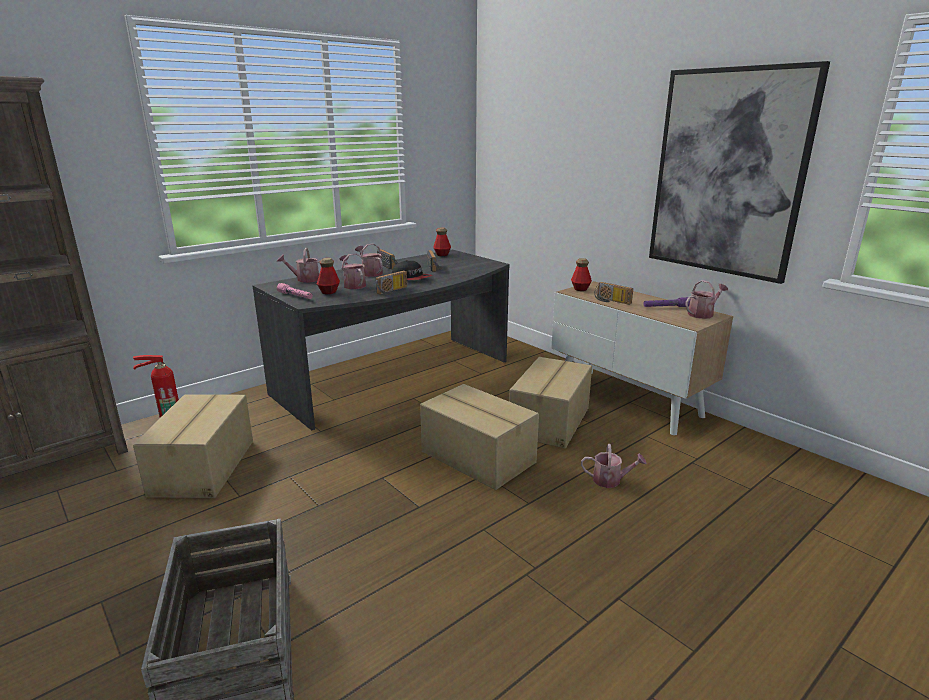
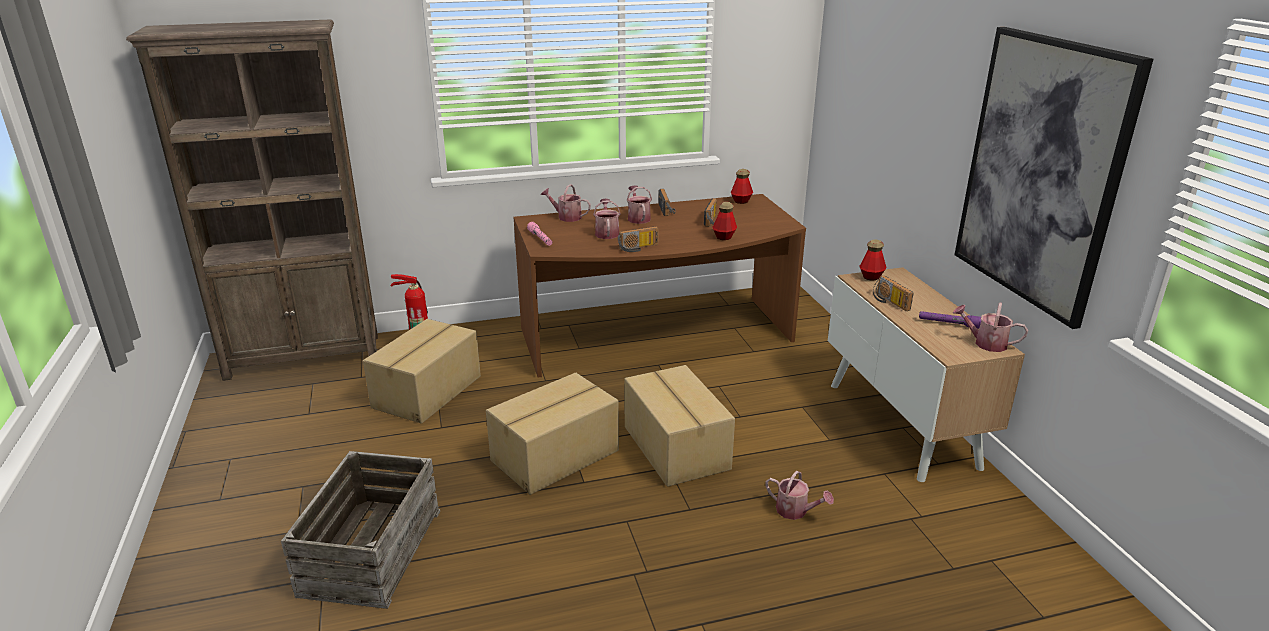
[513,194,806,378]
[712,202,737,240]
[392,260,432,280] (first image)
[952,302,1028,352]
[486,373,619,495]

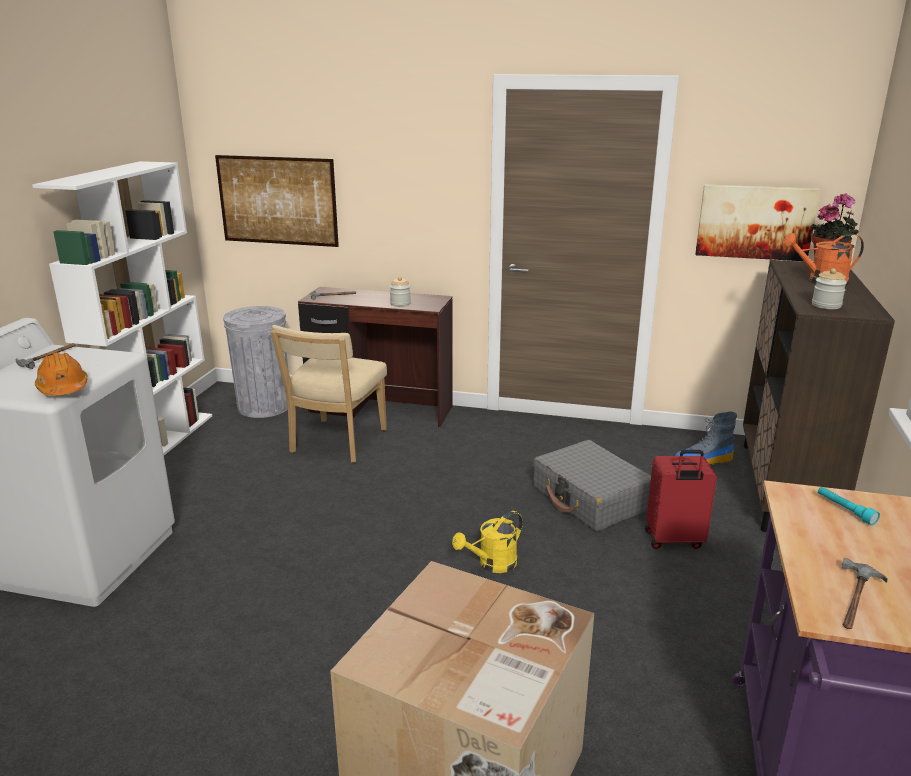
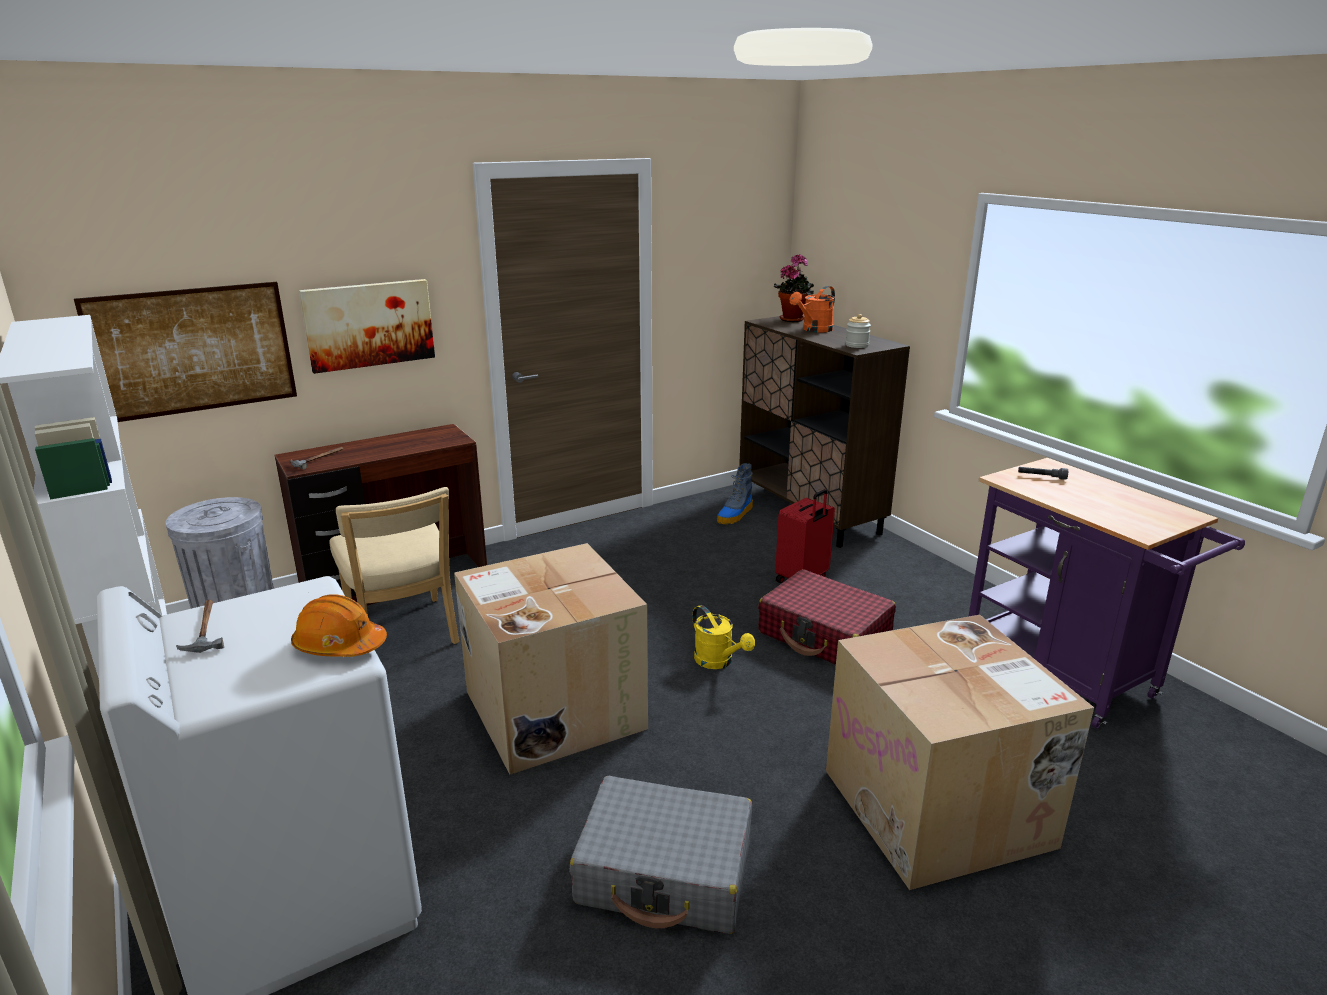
[299,279,435,374]
[390,277,411,307] (first image)
[569,776,752,934]
[1018,467,1068,480]
[692,605,755,669]
[842,558,888,629] (first image)
[454,543,648,774]
[758,569,896,665]

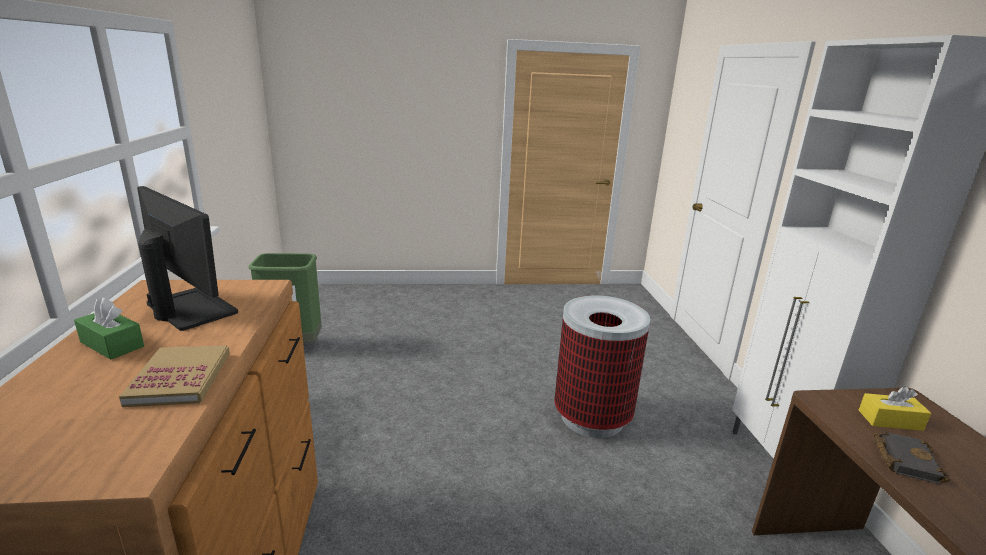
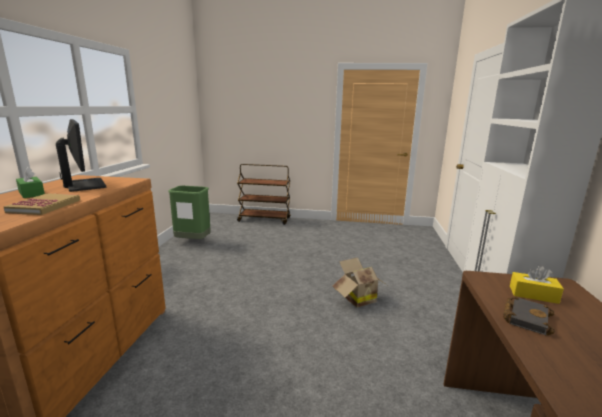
[332,257,387,308]
[237,164,291,225]

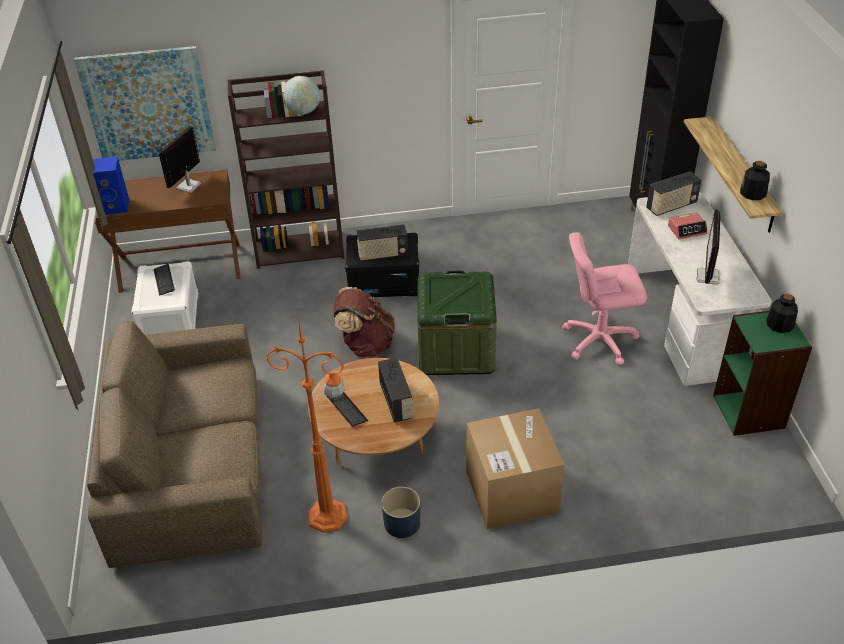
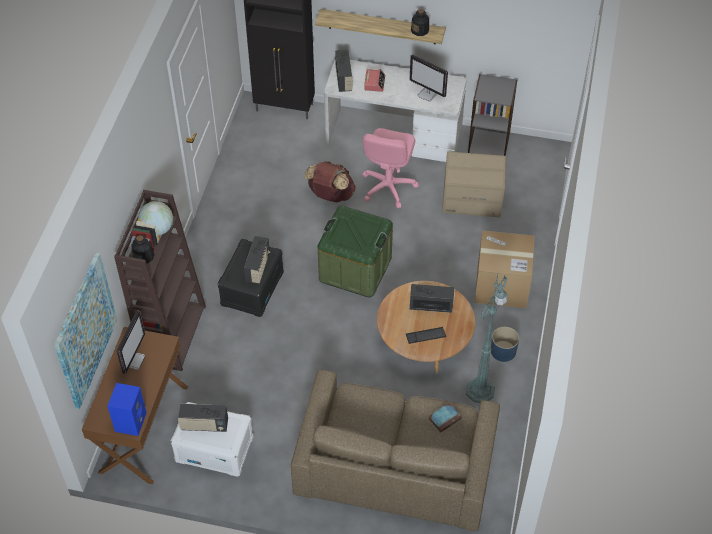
[117,311,145,374]
[178,404,228,432]
[304,161,356,202]
[131,235,155,263]
[468,74,518,156]
[466,274,508,403]
[442,152,506,217]
[428,403,462,433]

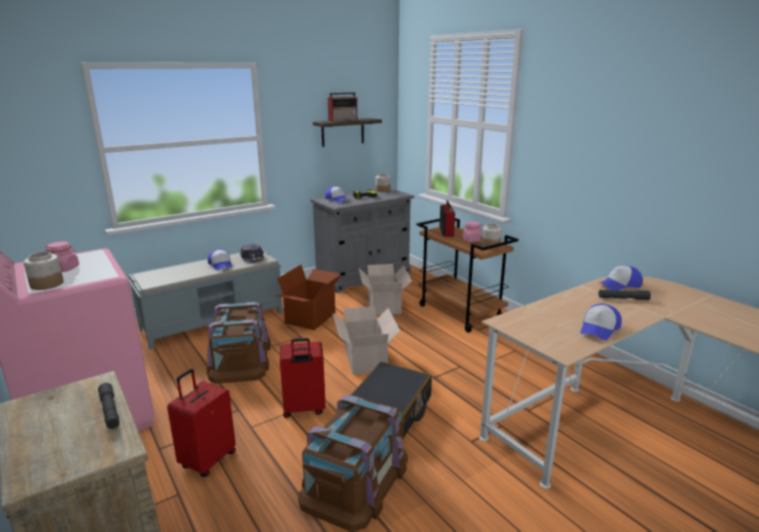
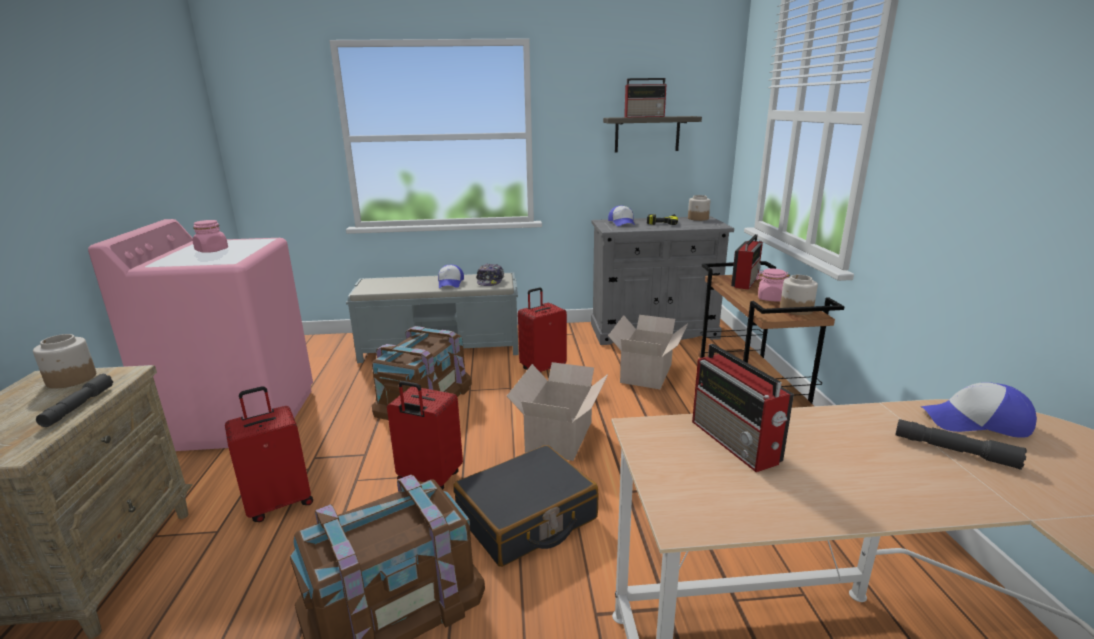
[33,334,96,389]
[518,287,567,374]
[580,304,622,340] (first image)
[692,344,794,472]

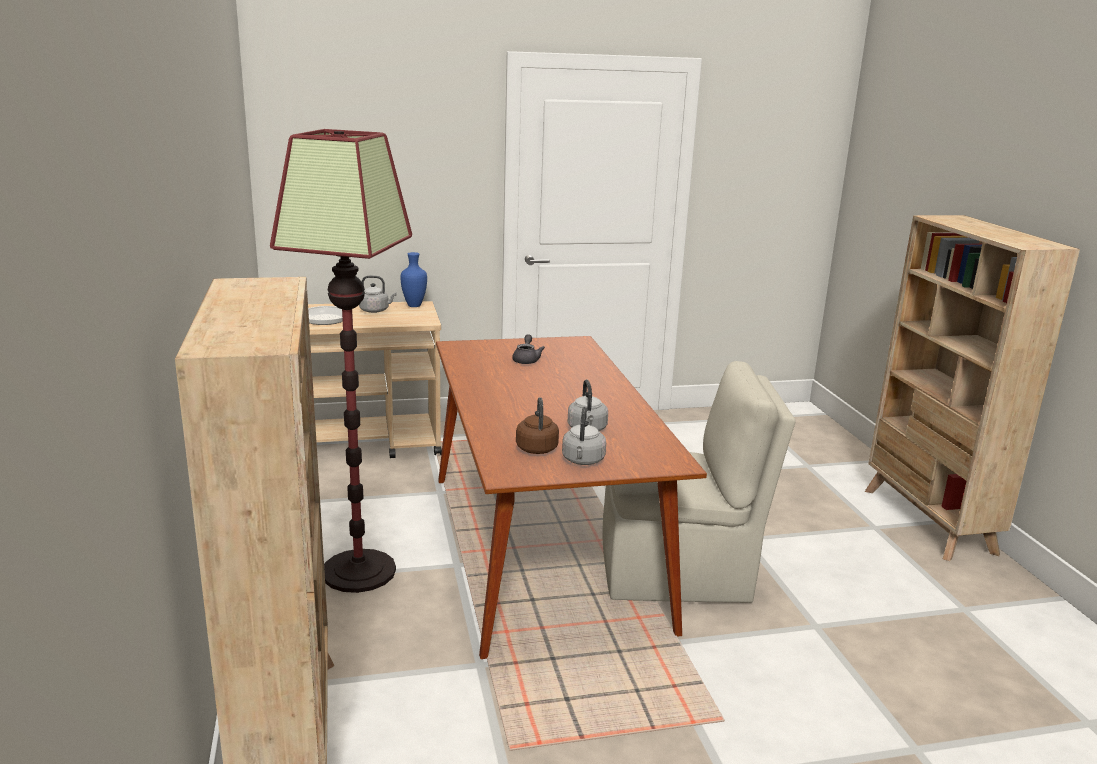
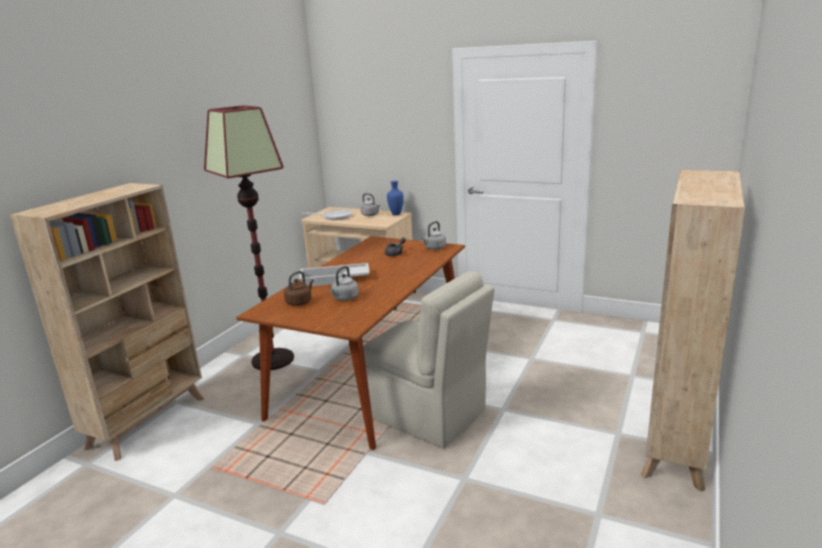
[421,221,446,250]
[299,263,370,286]

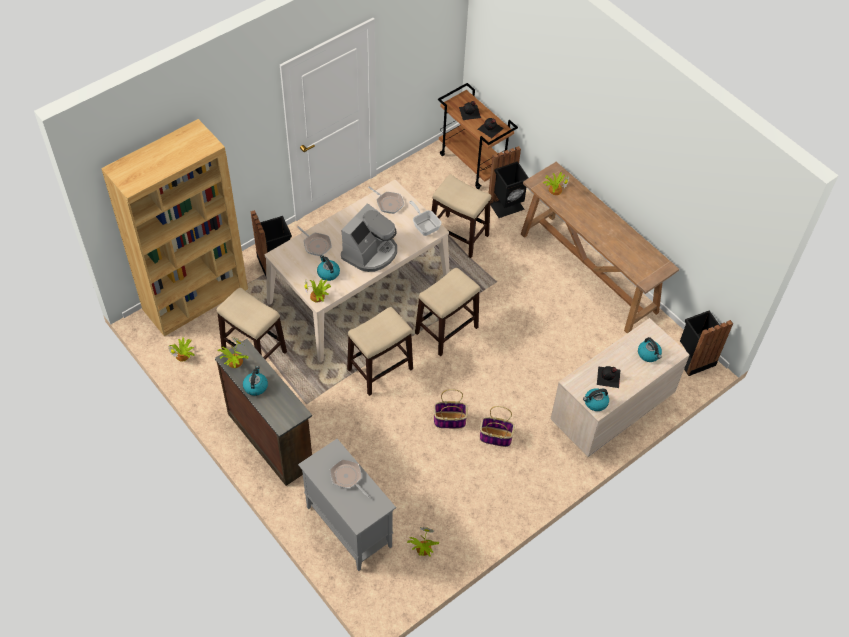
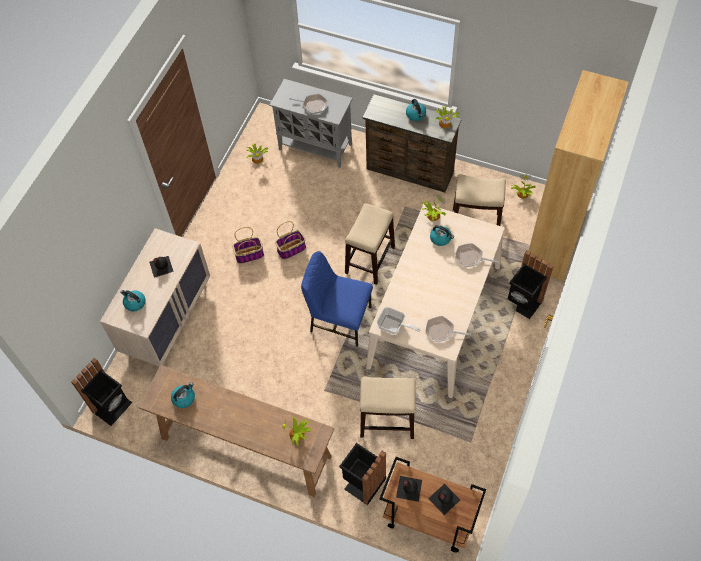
[341,203,397,272] (first image)
[301,251,373,347]
[171,382,195,408]

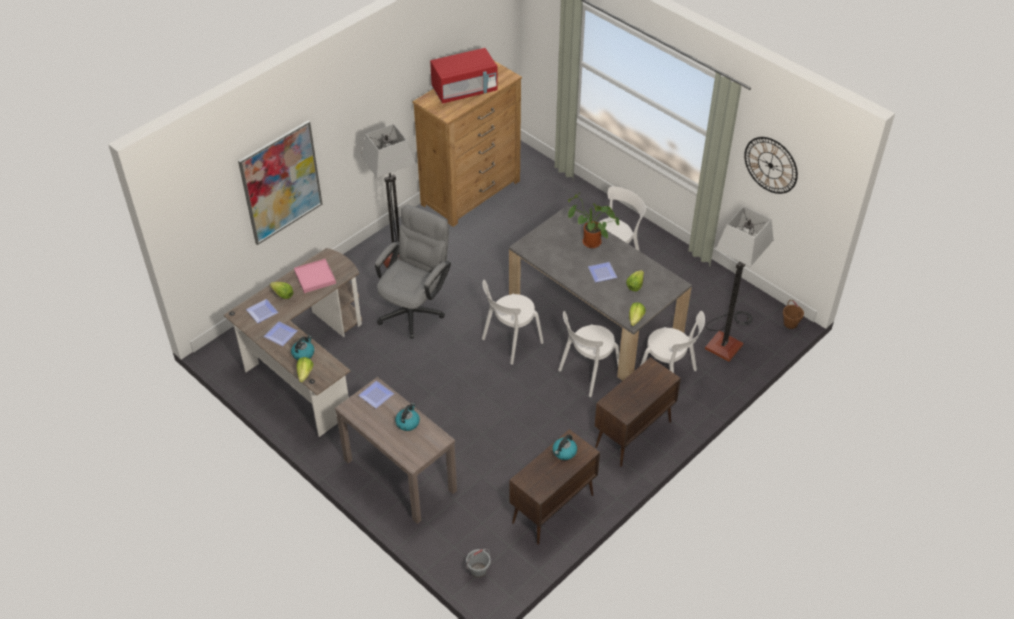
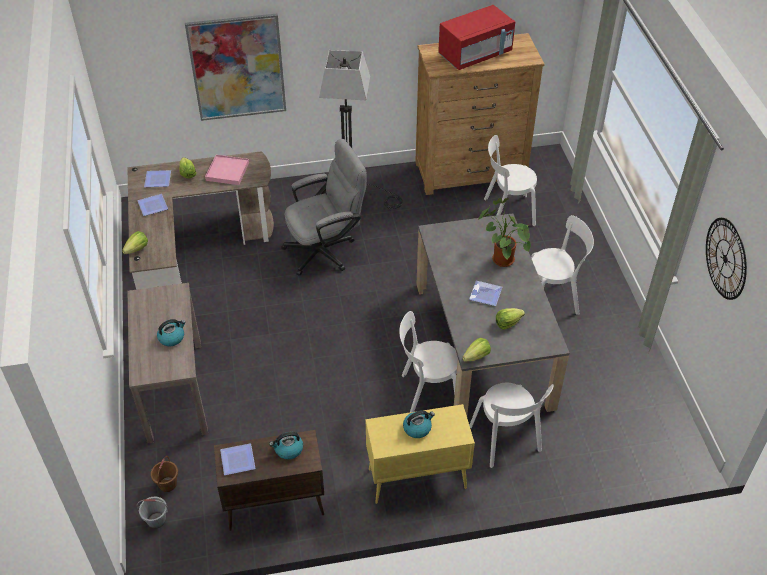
[438,5,515,70]
[705,206,773,362] (first image)
[484,135,537,226]
[151,456,178,492]
[403,410,435,438]
[366,404,475,504]
[220,443,256,475]

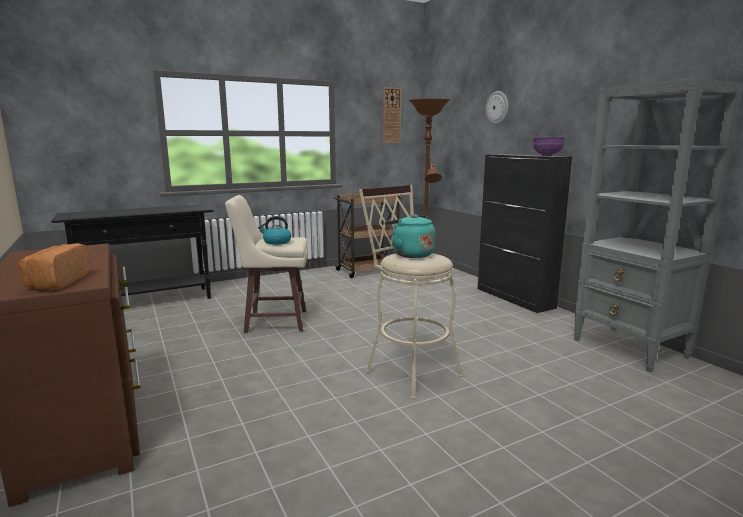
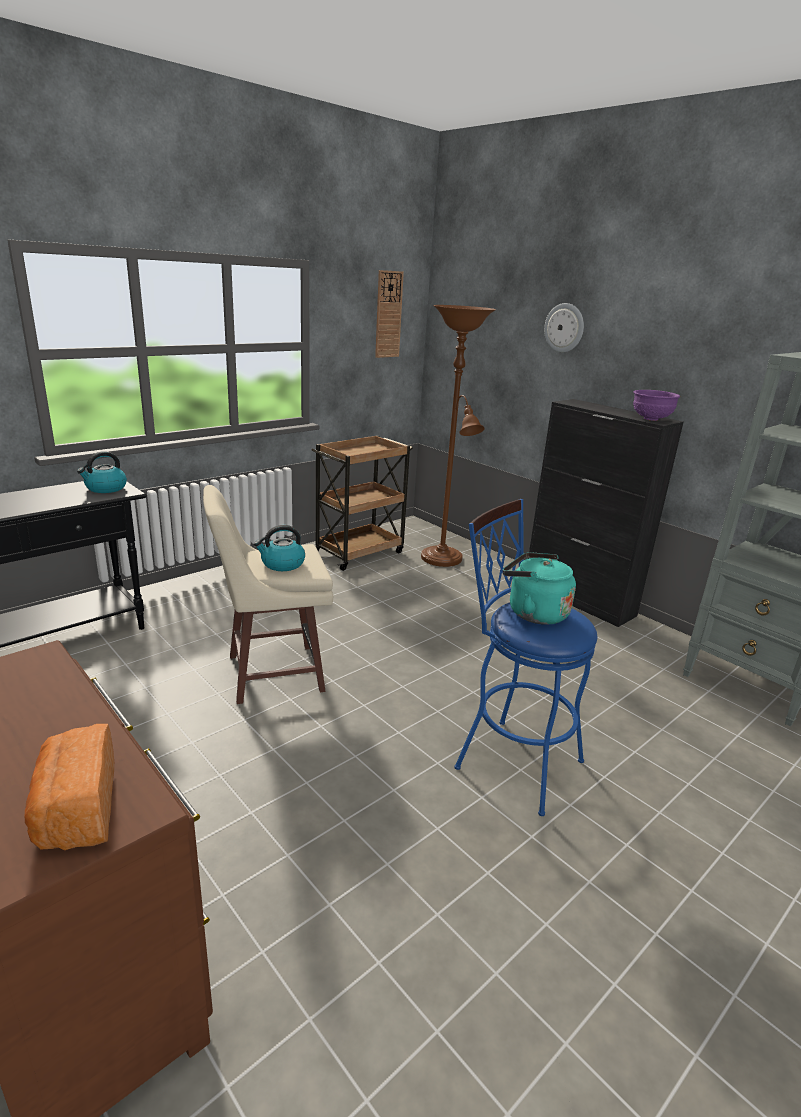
[454,499,597,816]
[77,451,127,493]

